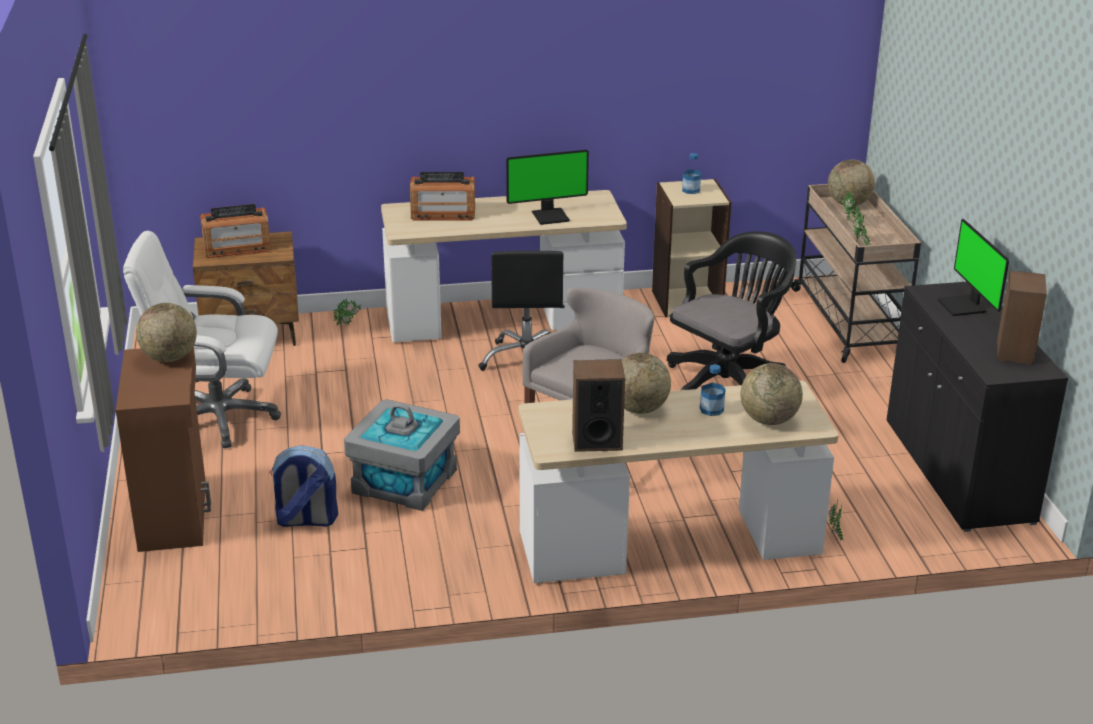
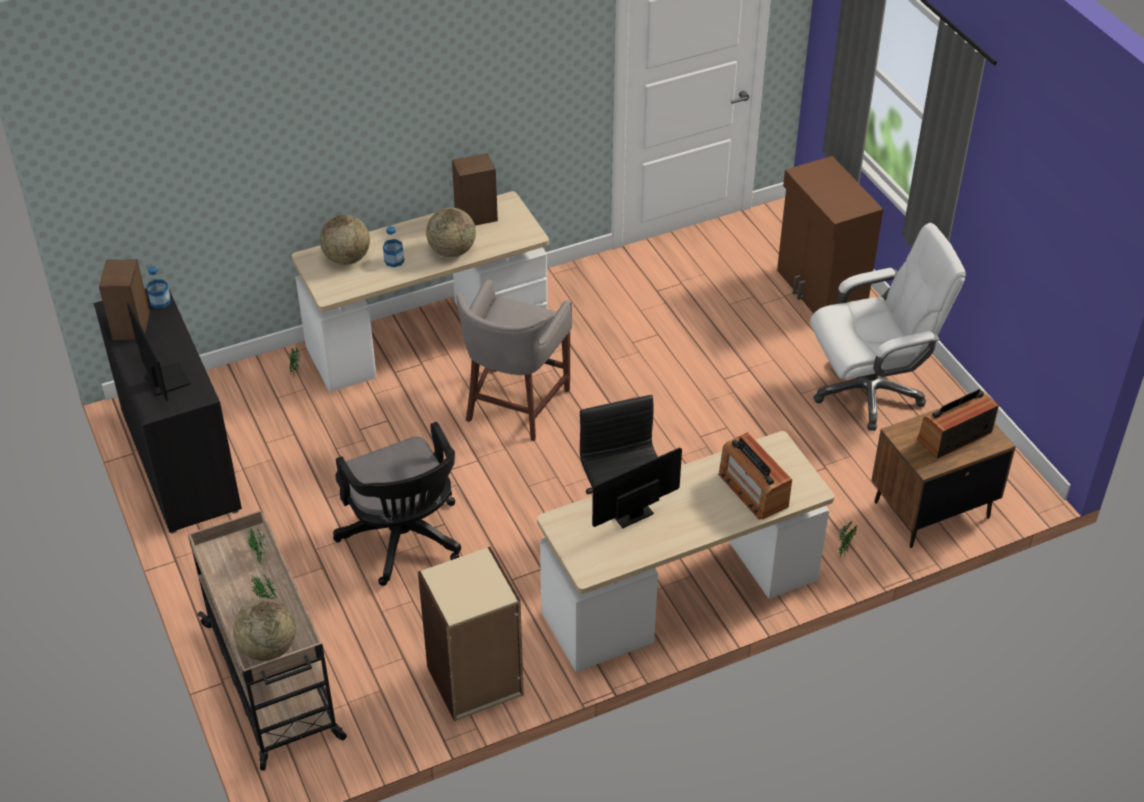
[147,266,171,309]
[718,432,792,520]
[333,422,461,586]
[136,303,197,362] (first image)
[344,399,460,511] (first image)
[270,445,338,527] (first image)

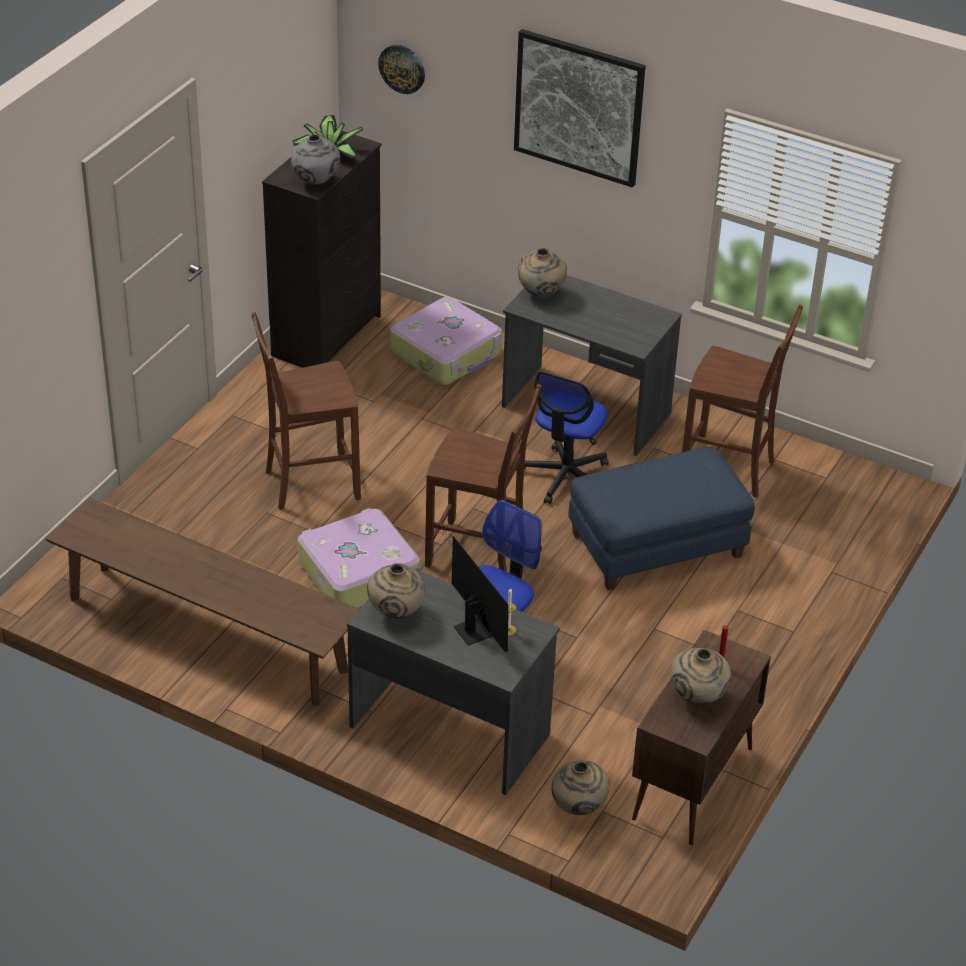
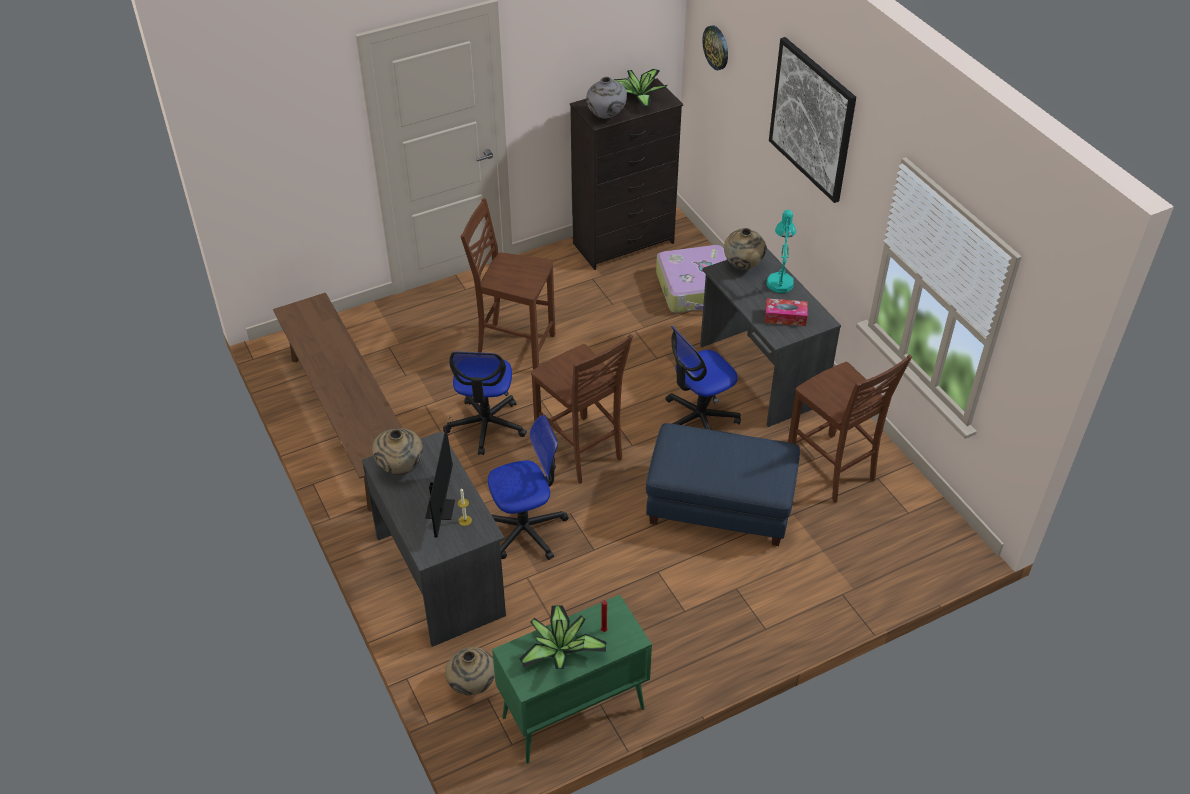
[443,352,527,455]
[492,595,652,764]
[519,605,607,669]
[767,210,796,293]
[765,298,808,326]

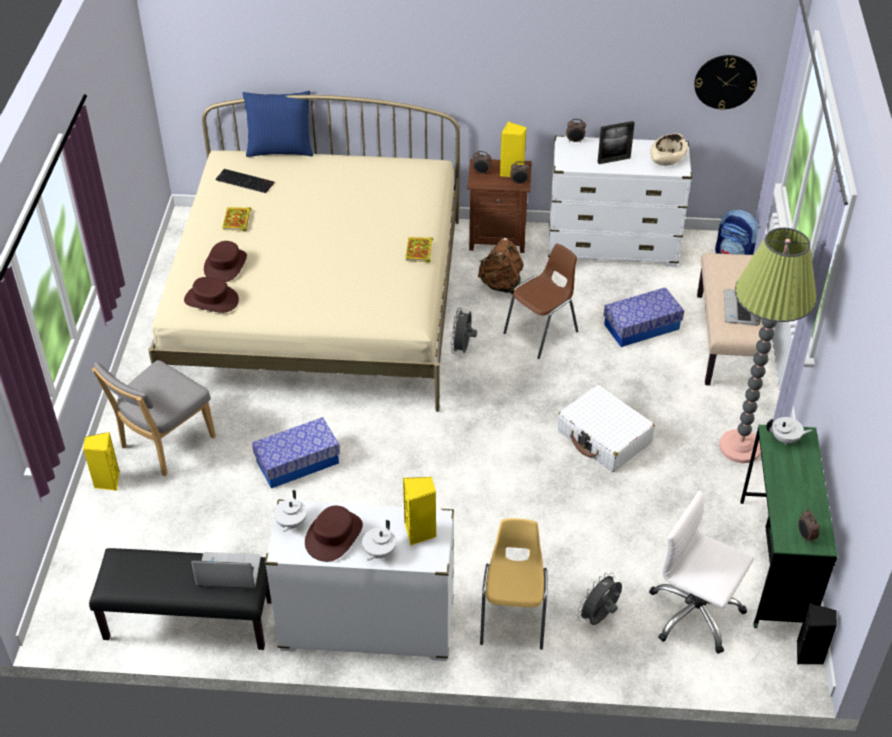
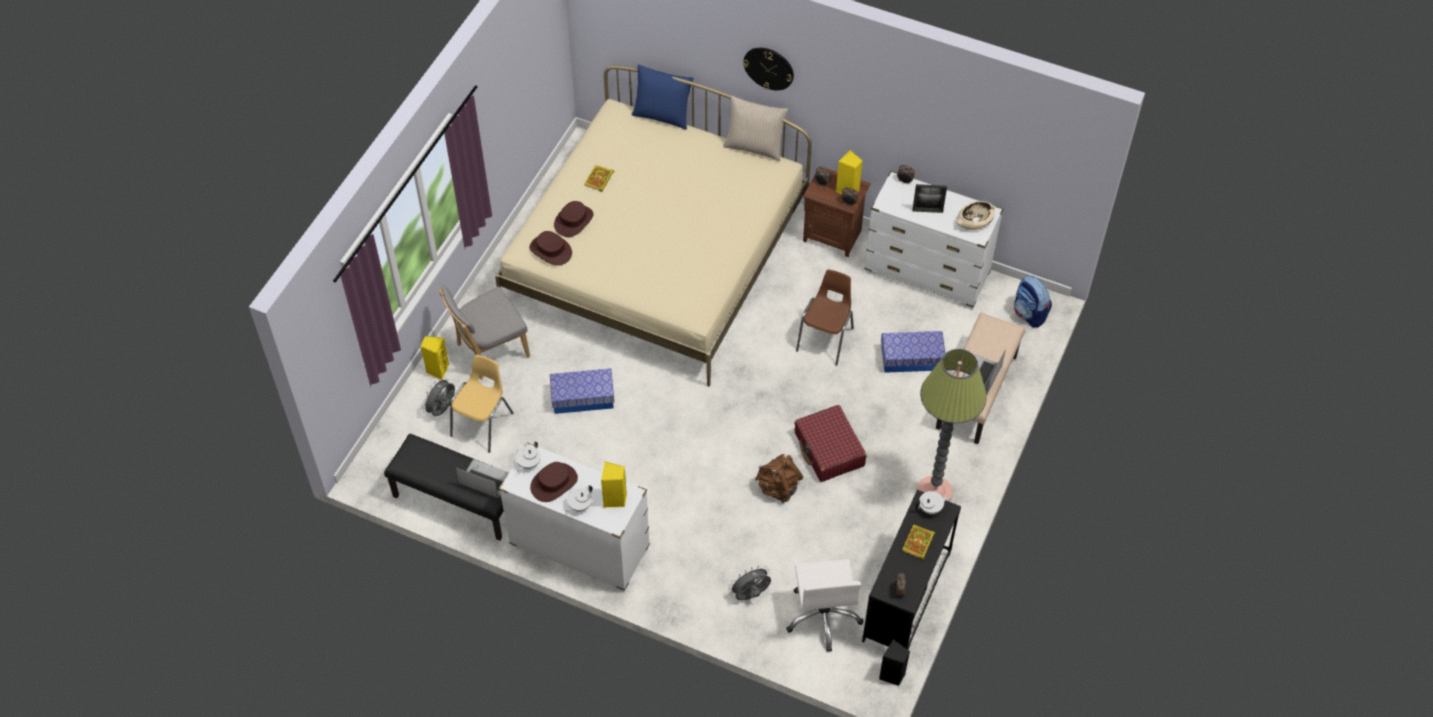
[743,48,794,90]
[215,169,274,193] (first image)
[902,525,936,560]
[755,454,803,503]
[796,270,854,366]
[422,377,455,416]
[794,405,867,482]
[915,491,950,514]
[862,490,961,649]
[786,559,863,652]
[450,355,514,453]
[724,96,788,161]

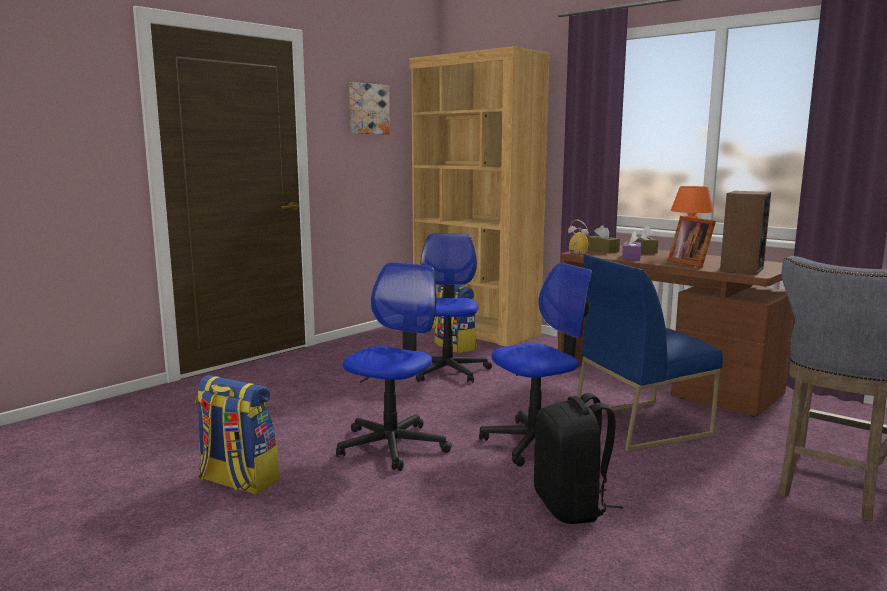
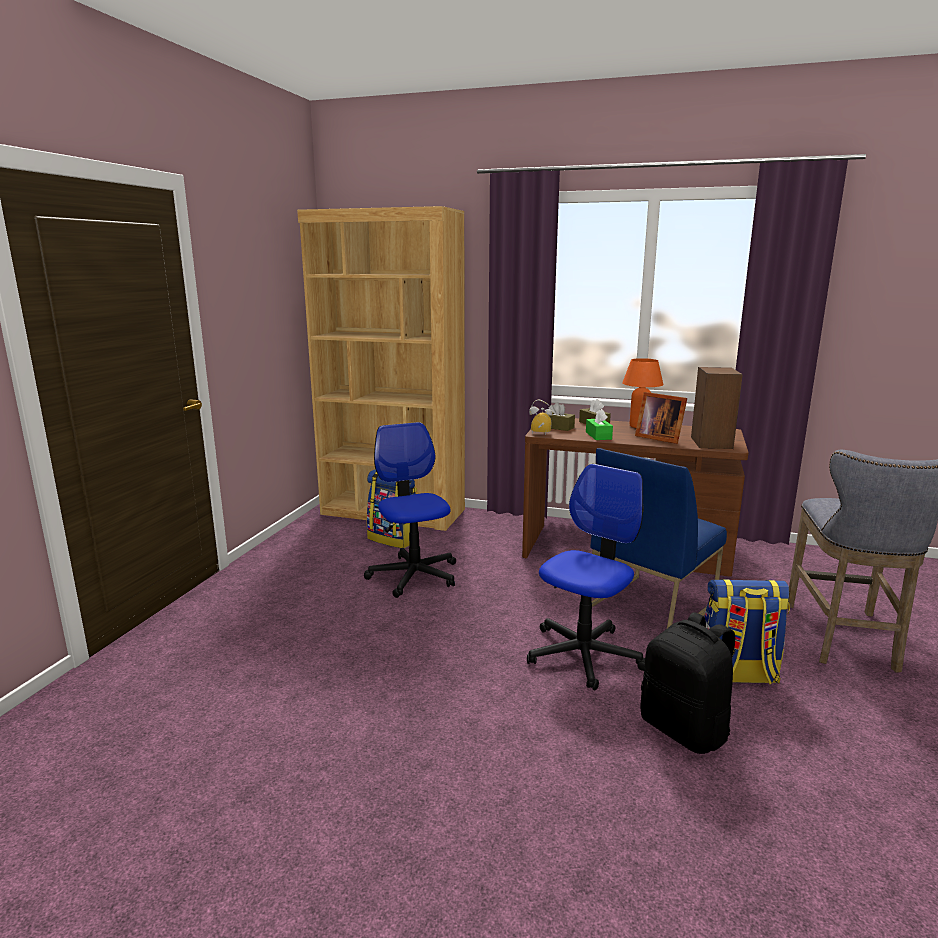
[349,82,390,134] (first image)
[586,409,613,440]
[336,262,452,471] (first image)
[704,579,790,685]

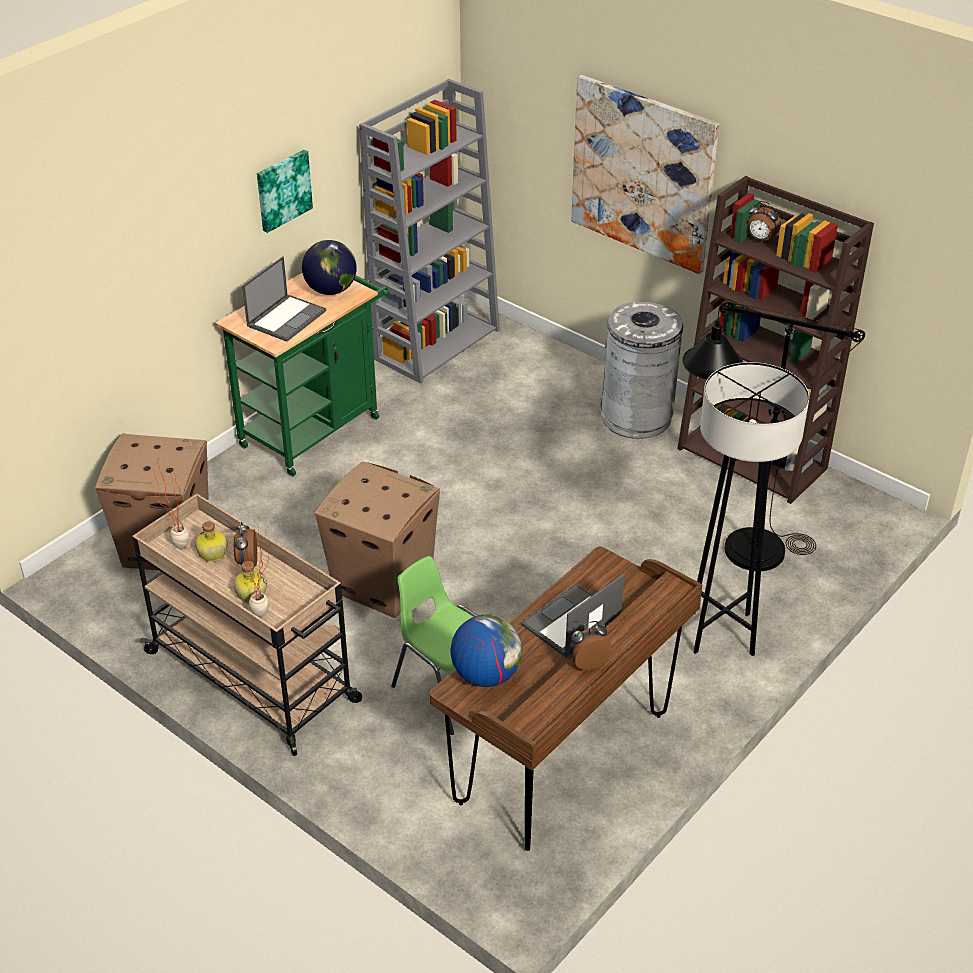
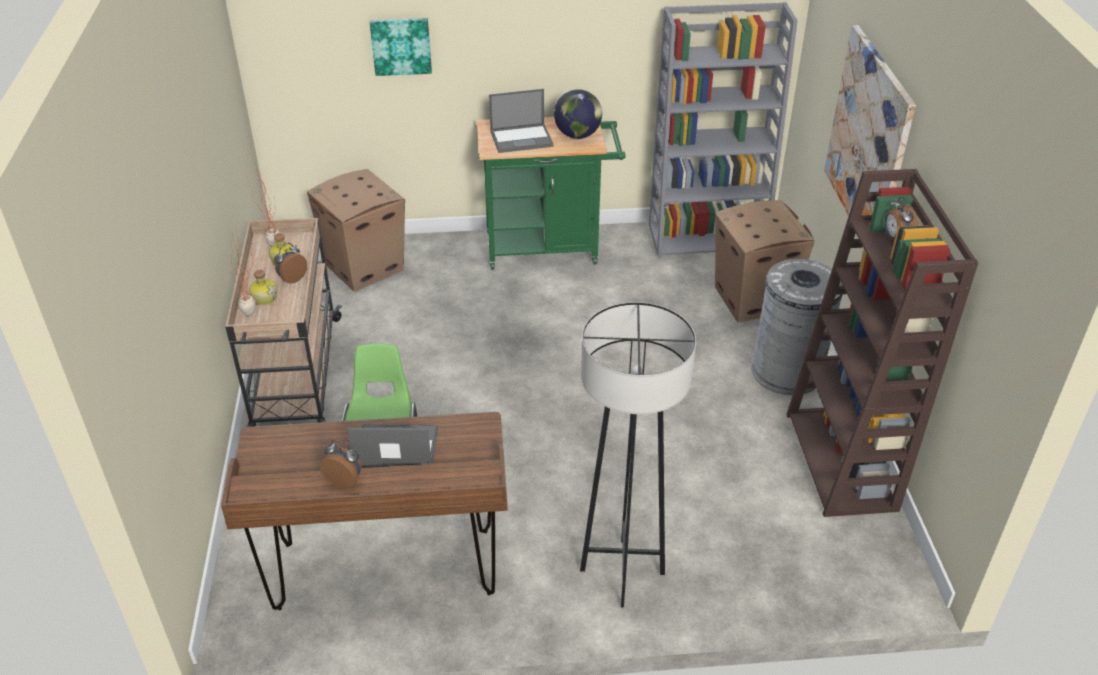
[370,18,432,76]
[682,301,865,571] (first image)
[715,200,815,323]
[450,615,523,687] (first image)

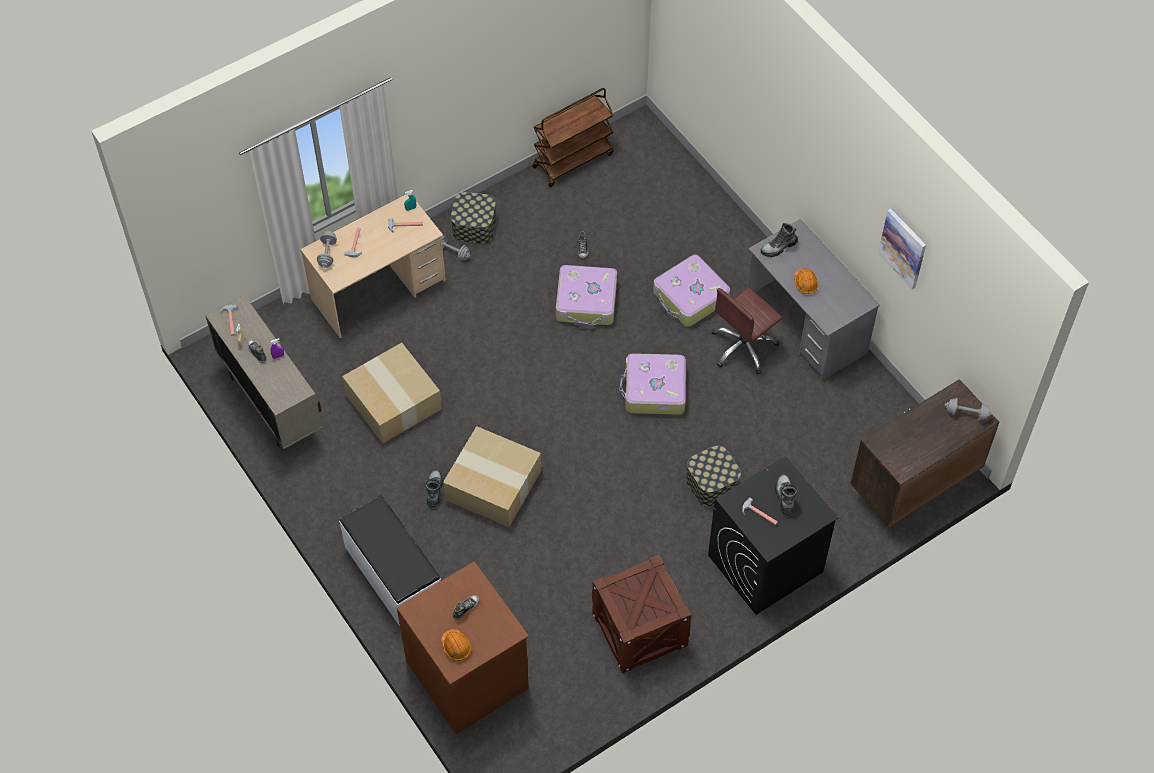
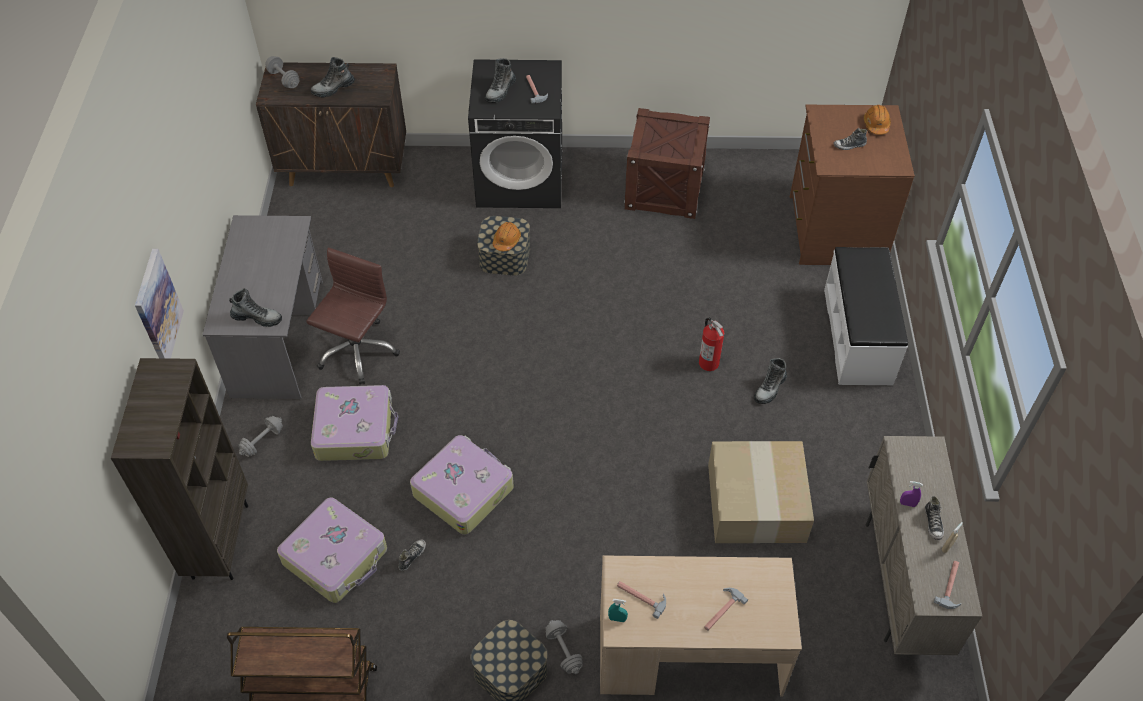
[135,249,184,359]
[238,416,283,457]
[493,222,521,251]
[306,248,400,384]
[277,498,387,603]
[699,317,724,371]
[311,57,355,97]
[111,358,248,580]

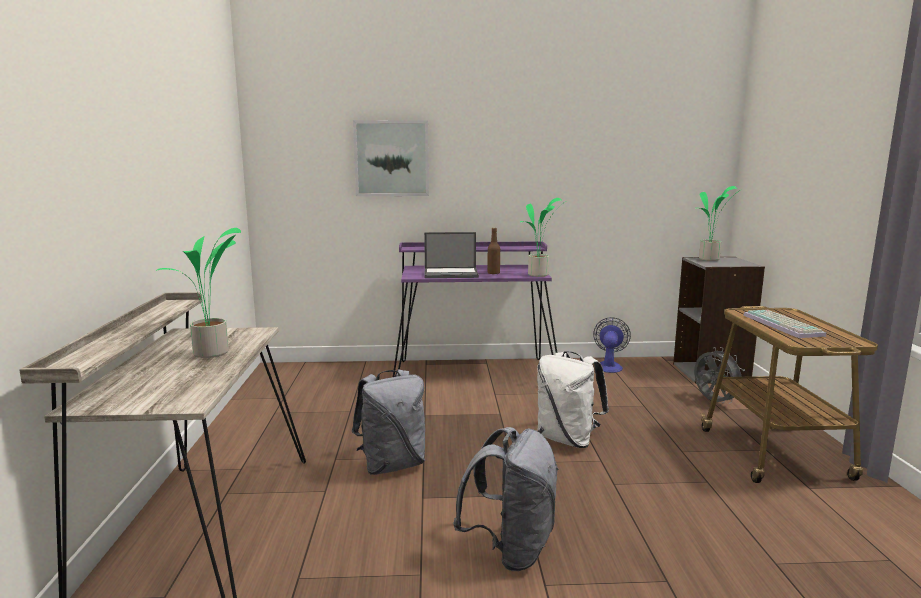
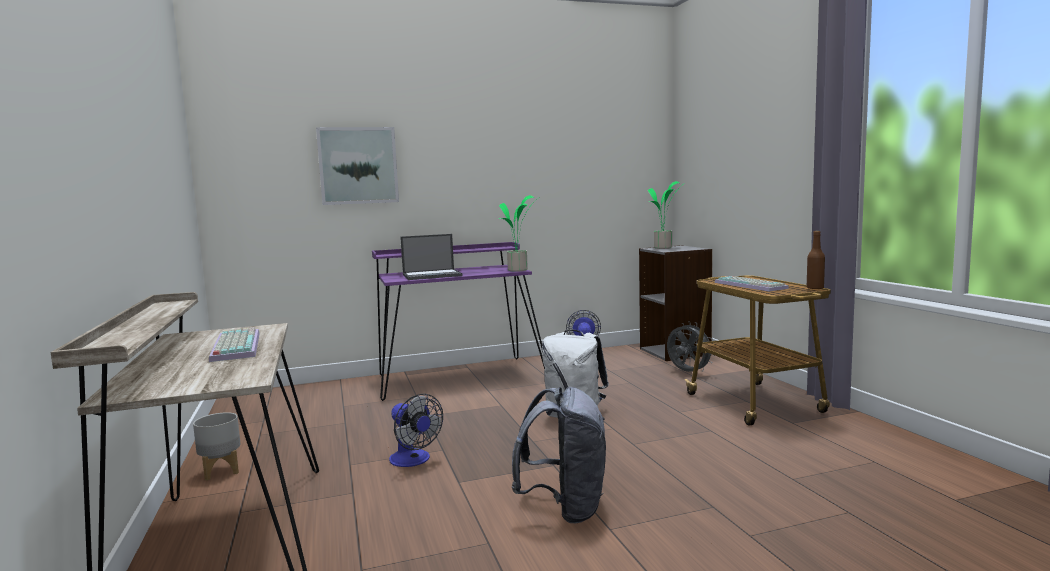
[209,327,260,362]
[807,231,825,289]
[389,394,443,467]
[193,412,240,481]

